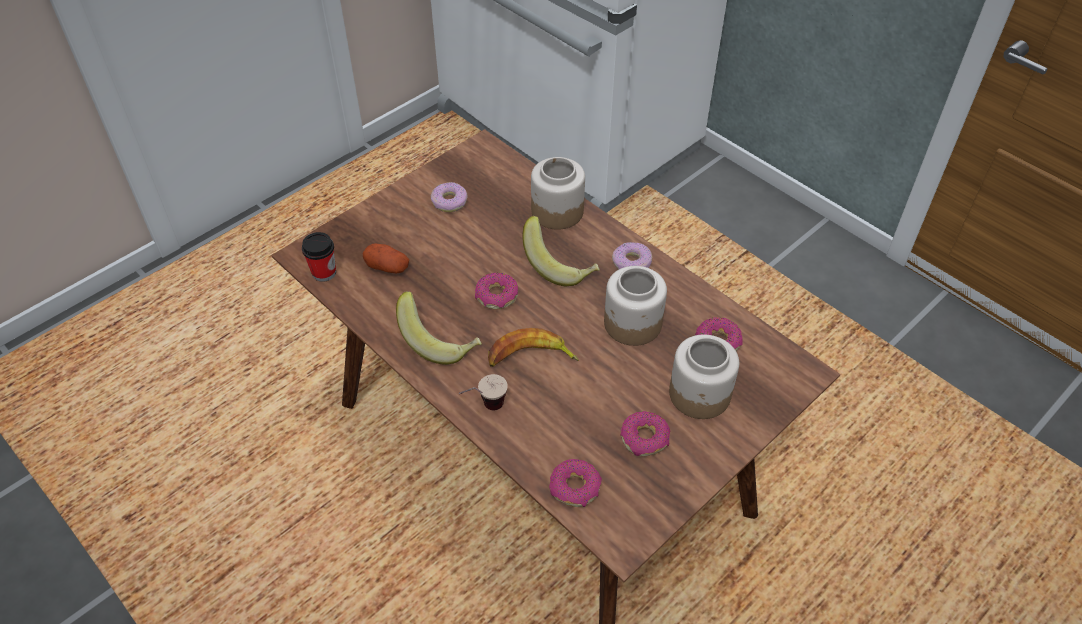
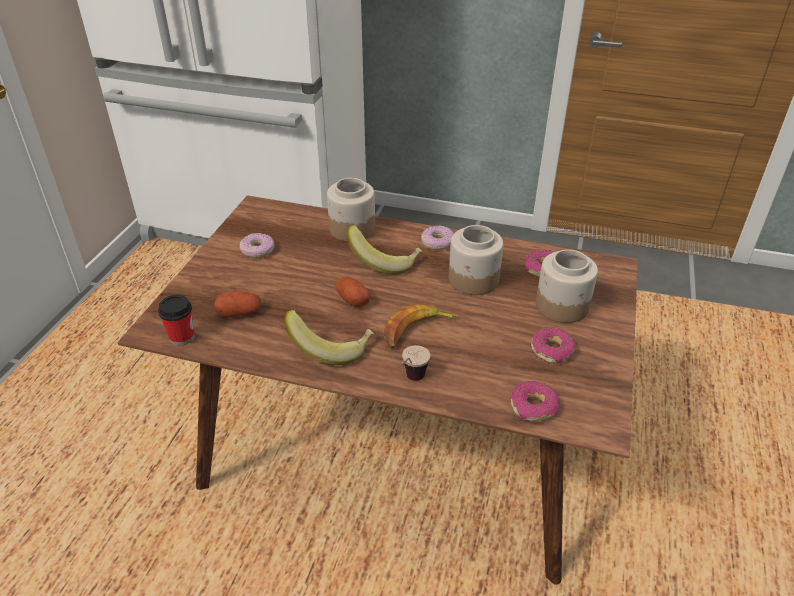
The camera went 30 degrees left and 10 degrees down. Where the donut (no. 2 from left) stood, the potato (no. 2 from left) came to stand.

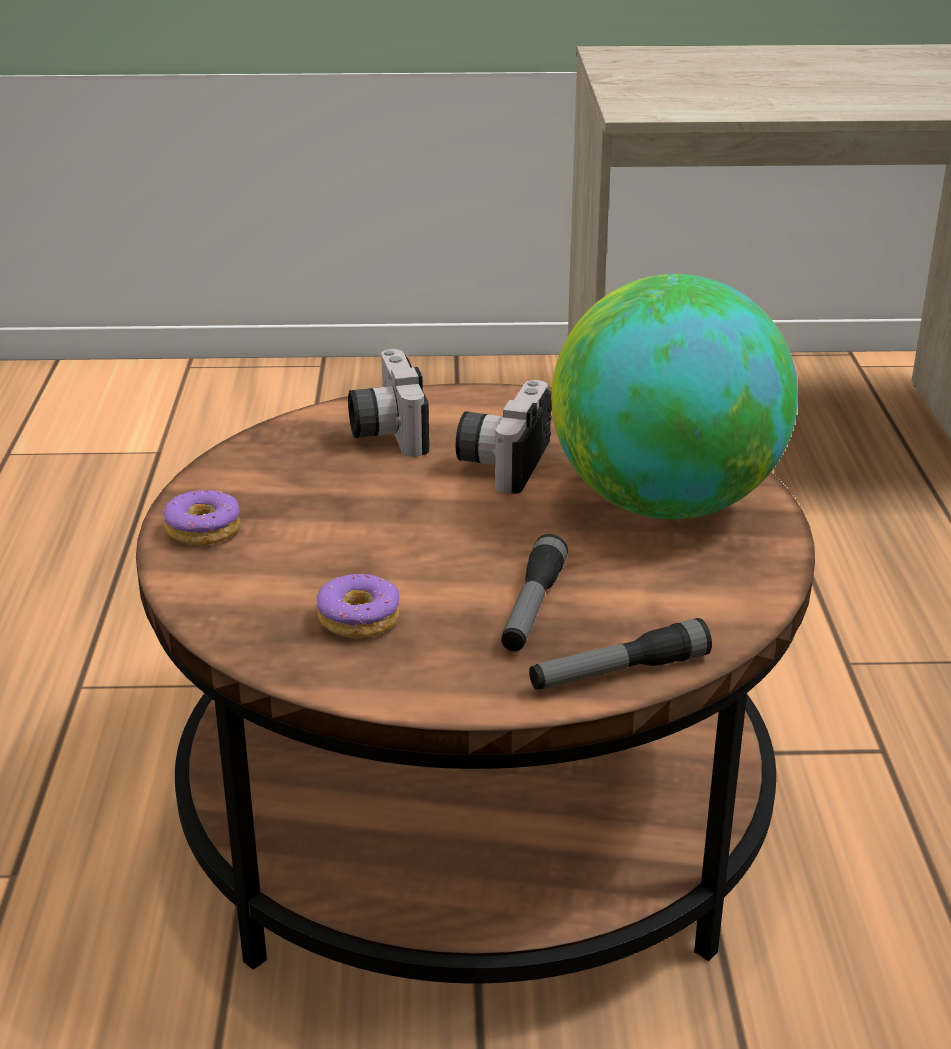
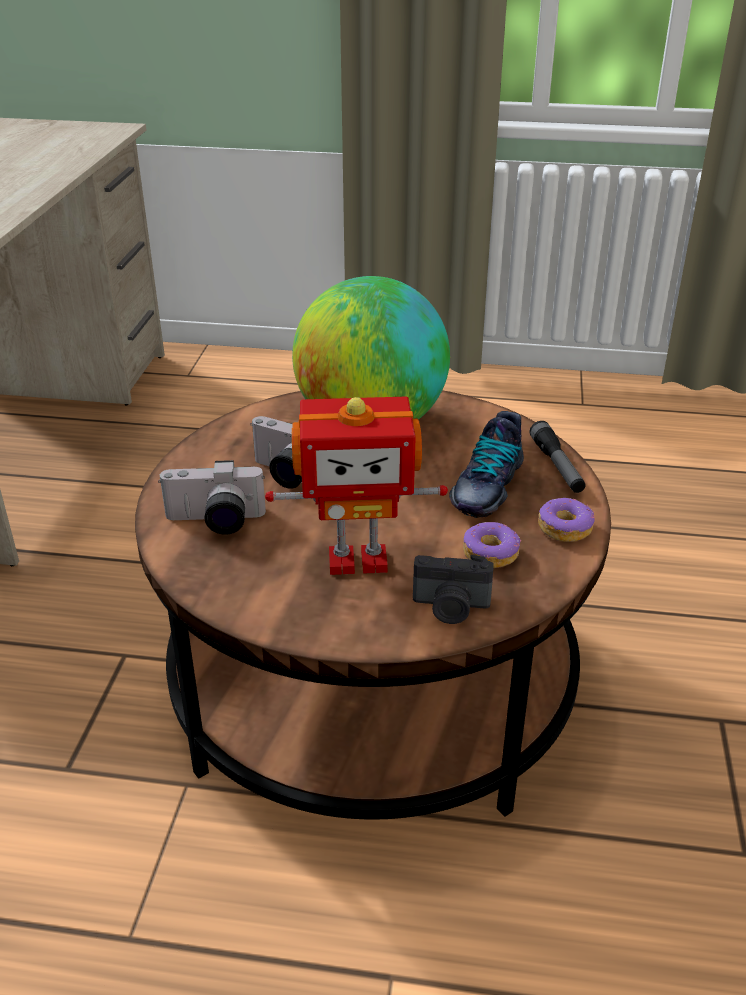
The camera went 80 degrees left and 5 degrees up. The second view gained the toy robot. The second view gained the photo camera (no. 3 from left). Where the flashlight (no. 1 from left) stood, the shoe came to stand. The donut (no. 1 from left in the first image) ended up elsewhere.

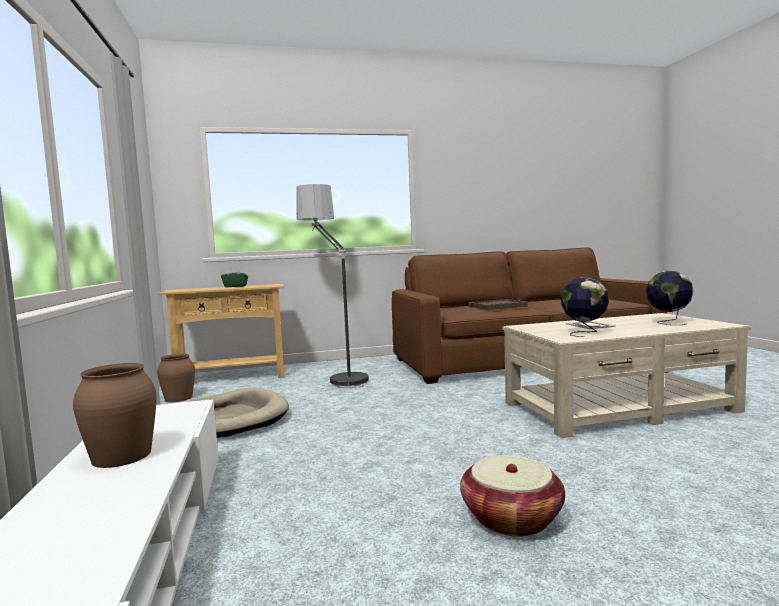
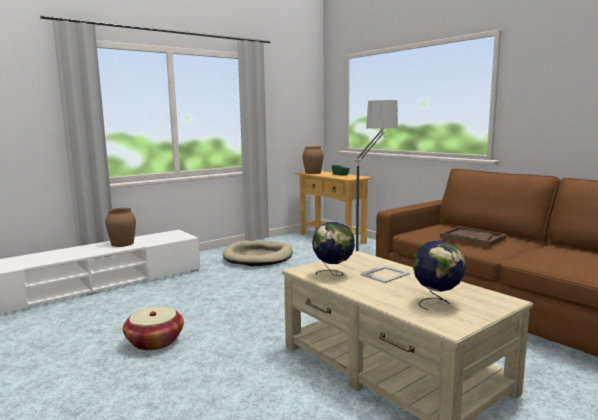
The camera went 65 degrees right and 5 degrees up. The brown vase (no. 2 from left) ended up elsewhere.

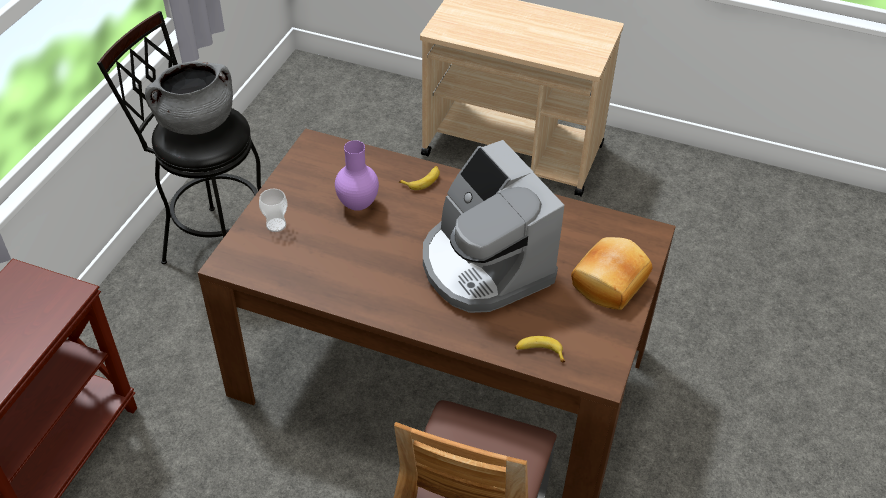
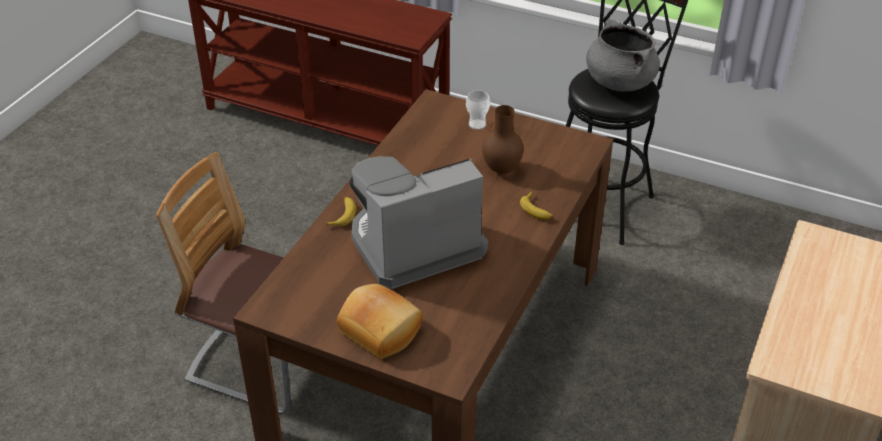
The camera went 95 degrees right and 5 degrees down. The banana (no. 2 from left in the first image) ended up elsewhere. What was the purple vase turned into the brown vase.

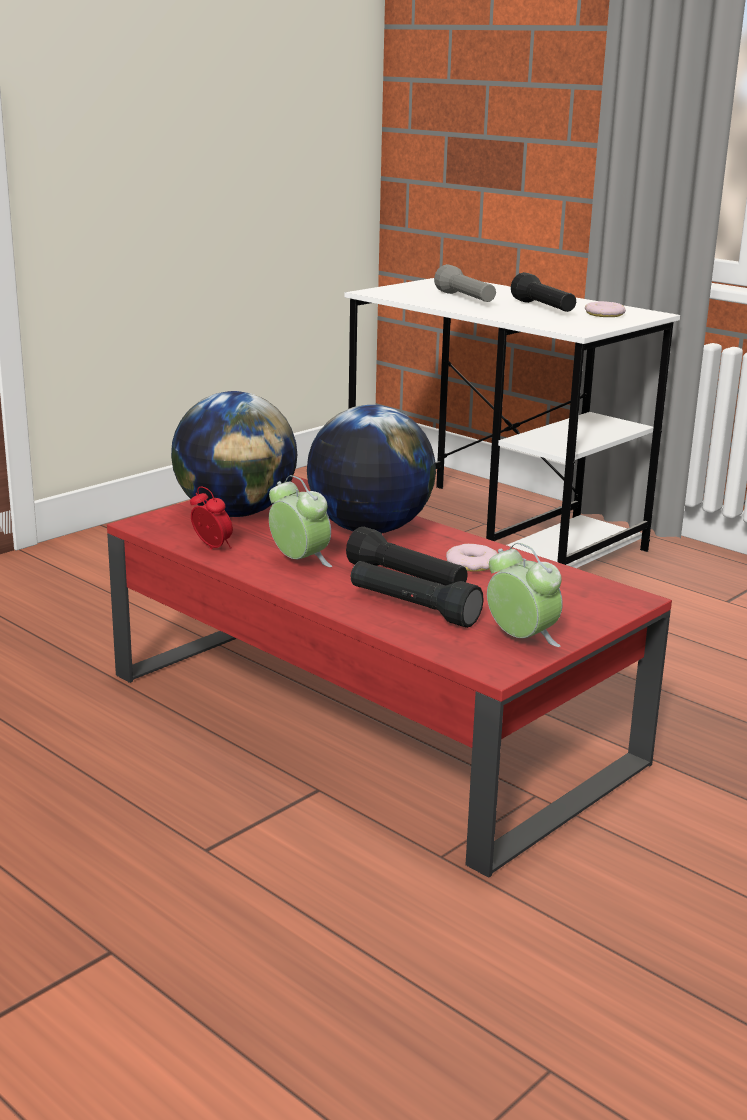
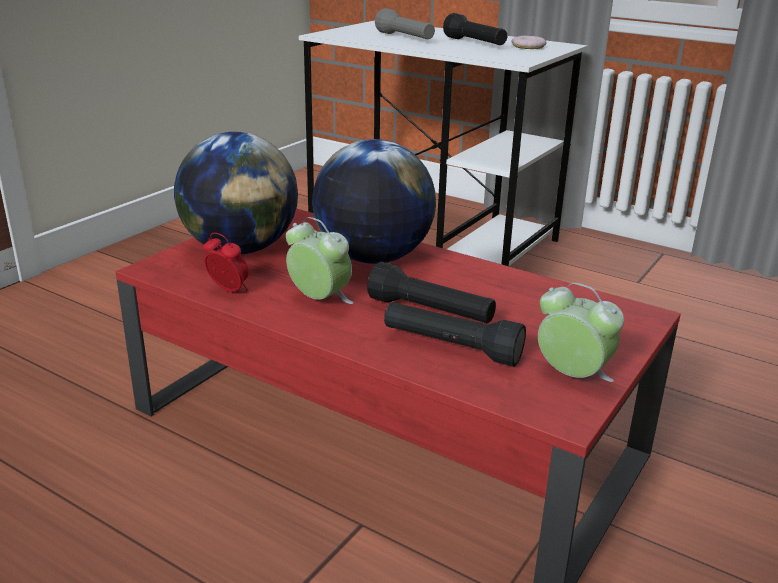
The camera went 10 degrees left and 5 degrees up. The second view lost the donut (no. 1 from left).

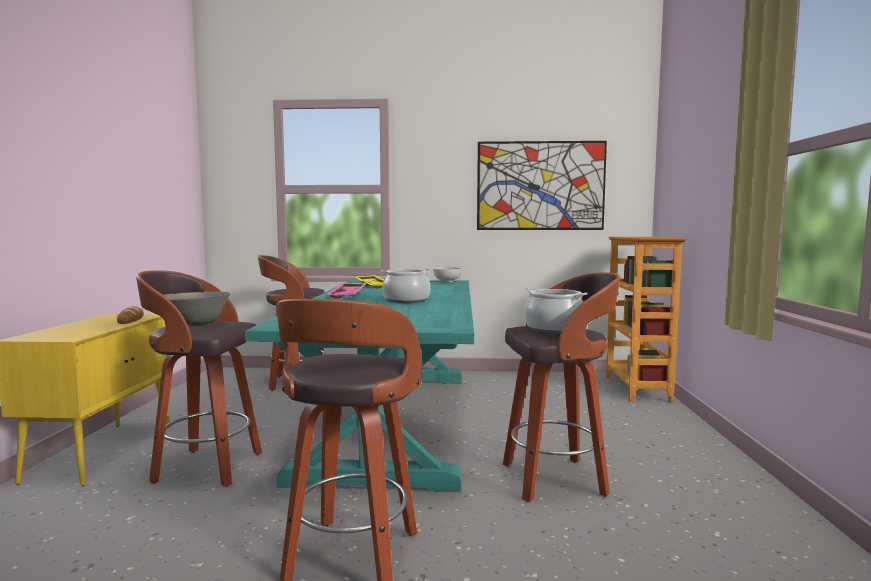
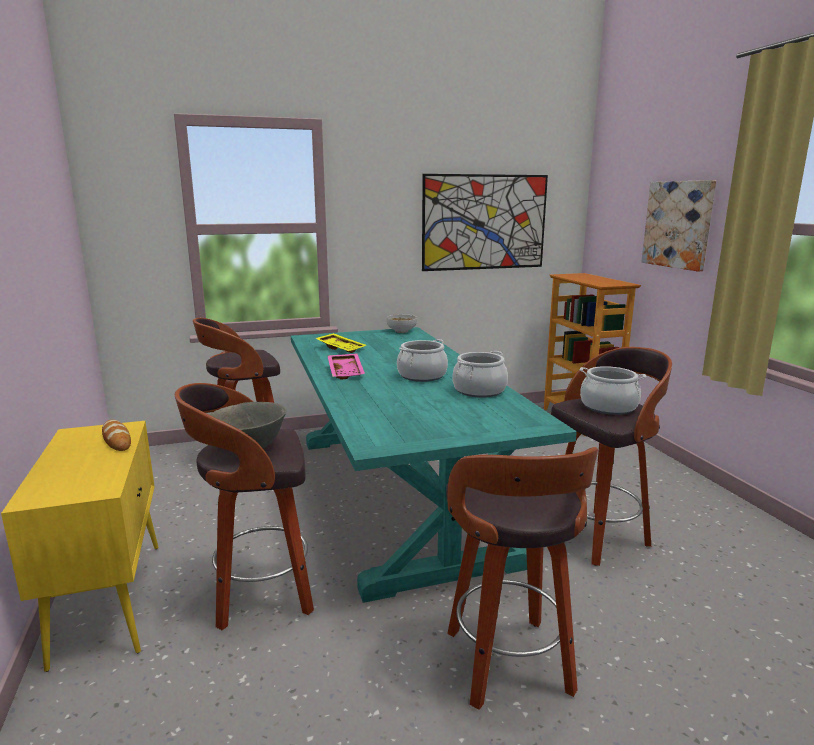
The camera went 20 degrees left and 10 degrees up. The second view gained the cooking pot (no. 2 from left). The second view gained the picture (no. 2 from left).

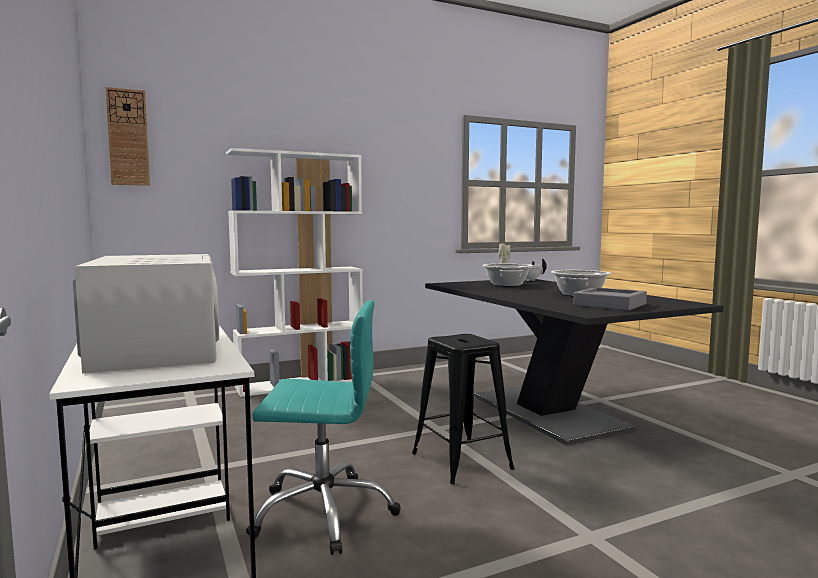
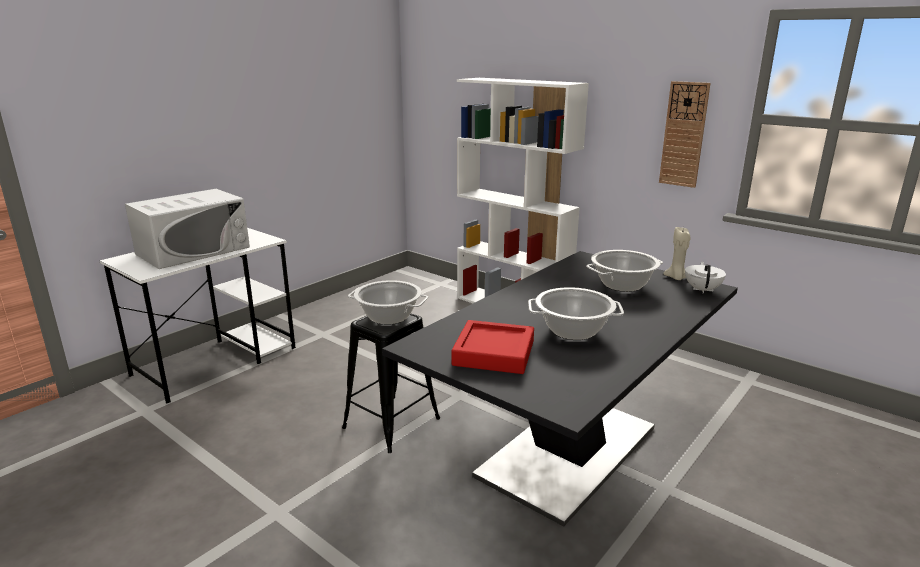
The camera went 65 degrees right and 15 degrees up. The second view gained the cooking pot (no. 1 from left). What was the grey tray turned into the red tray. The wall clock ended up elsewhere. The second view lost the turquoise office chair.

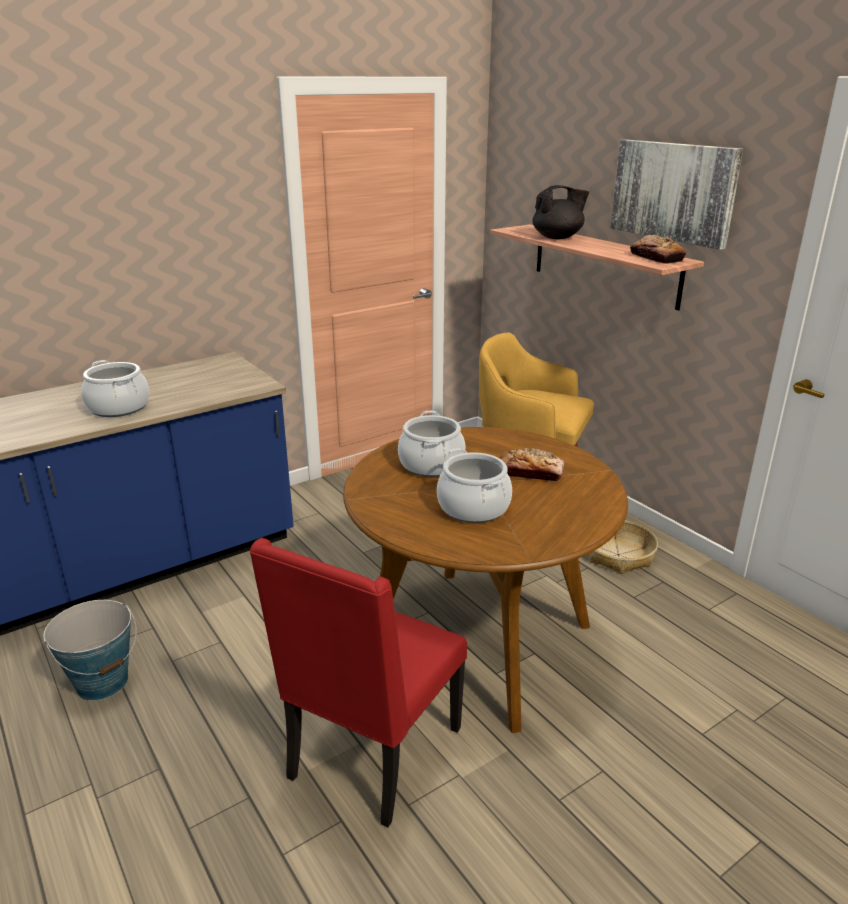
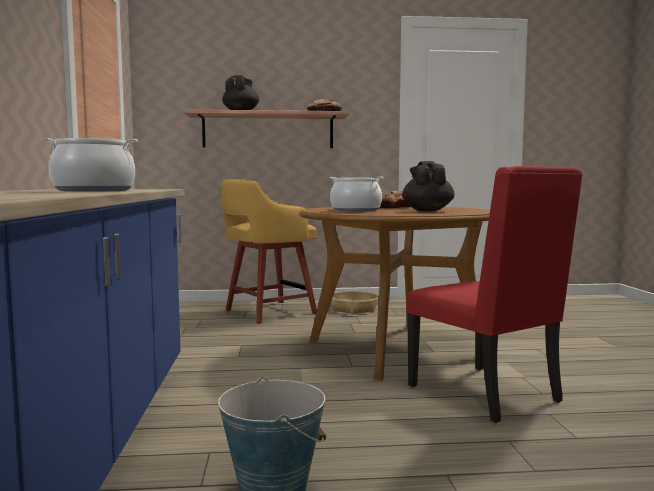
The camera went 60 degrees left and 20 degrees down. Where the cooking pot (no. 3 from left) stood, the black teapot (no. 2 from left) came to stand. The second view lost the picture.

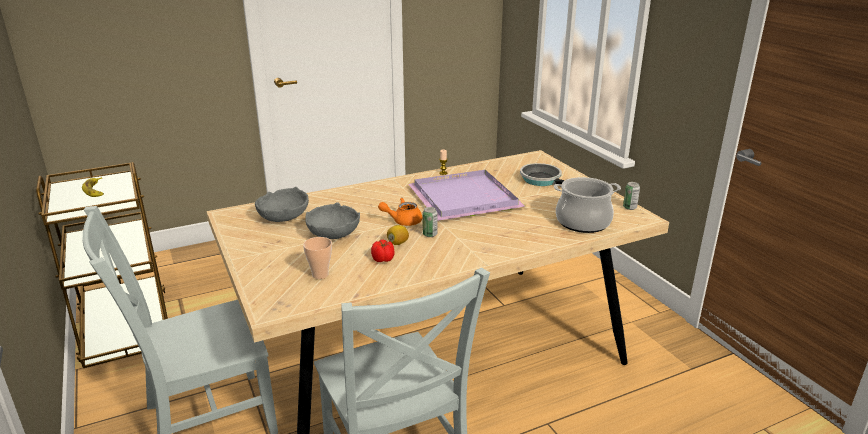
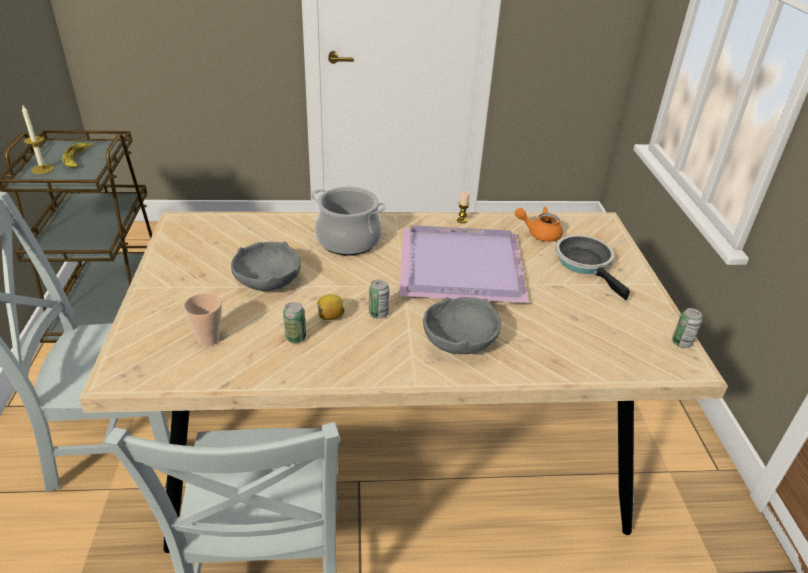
The camera went 20 degrees right and 10 degrees up. The second view gained the candle (no. 1 from left). Where the tomato stood, the can (no. 1 from left) came to stand. The cooking pot ended up elsewhere. The grey bowl (no. 1 from left in the first image) ended up elsewhere. The orange teapot ended up elsewhere.

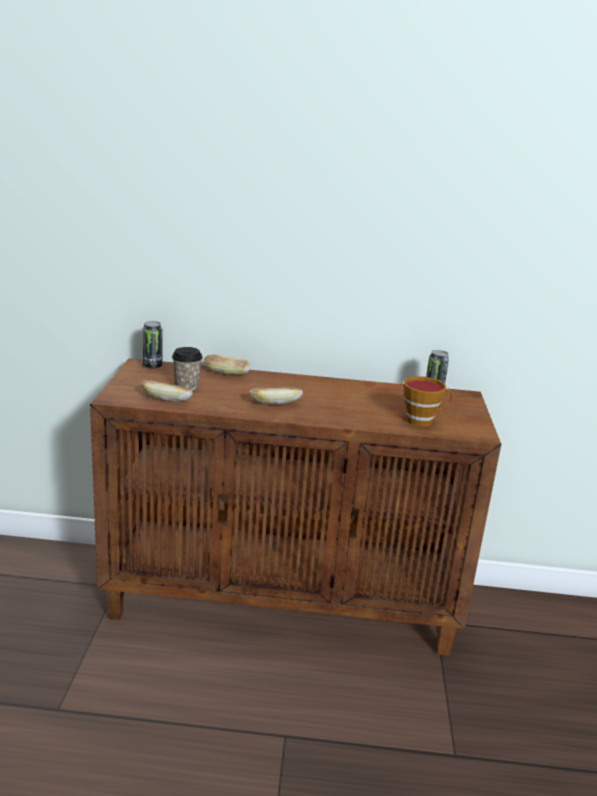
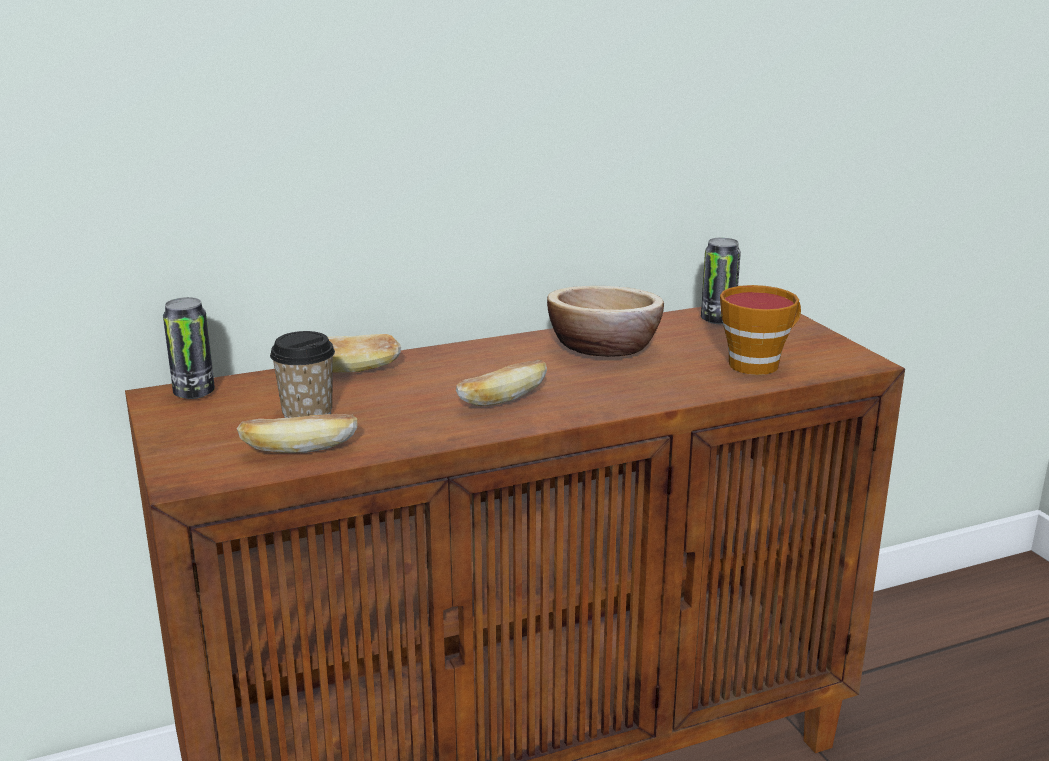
The camera went 25 degrees left and 0 degrees up. The second view gained the bowl.

